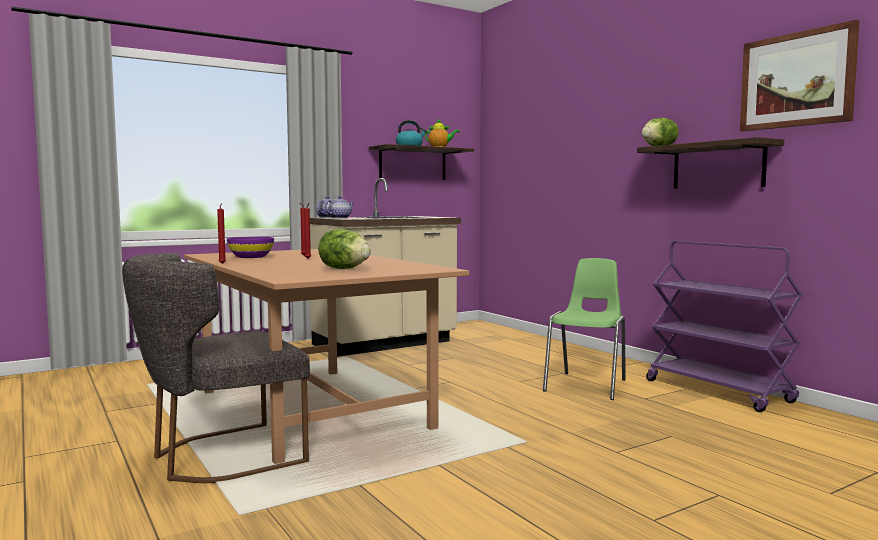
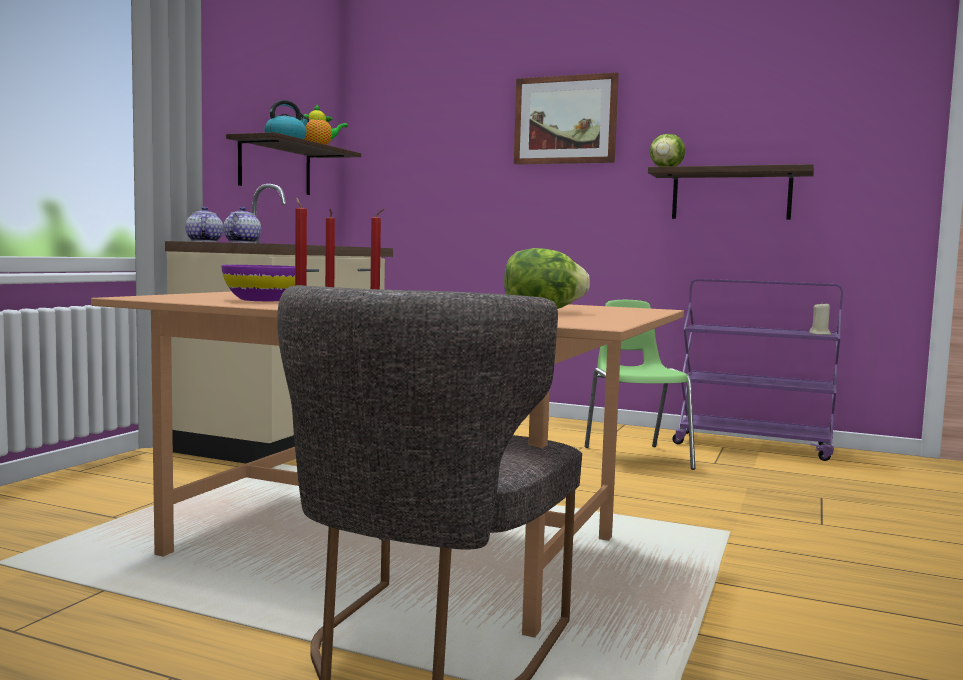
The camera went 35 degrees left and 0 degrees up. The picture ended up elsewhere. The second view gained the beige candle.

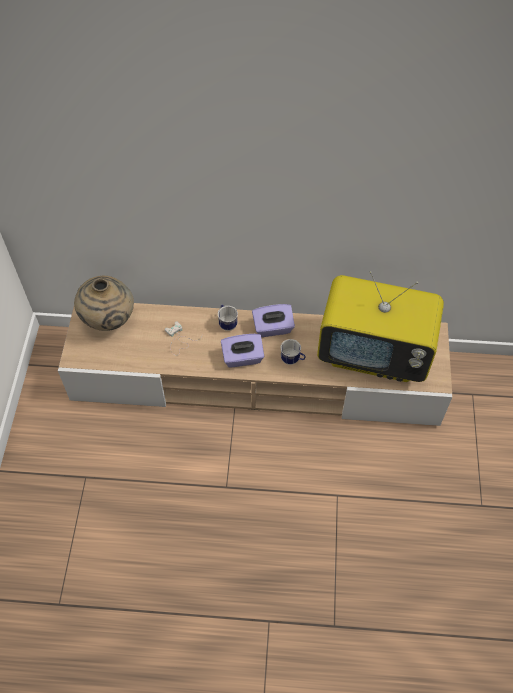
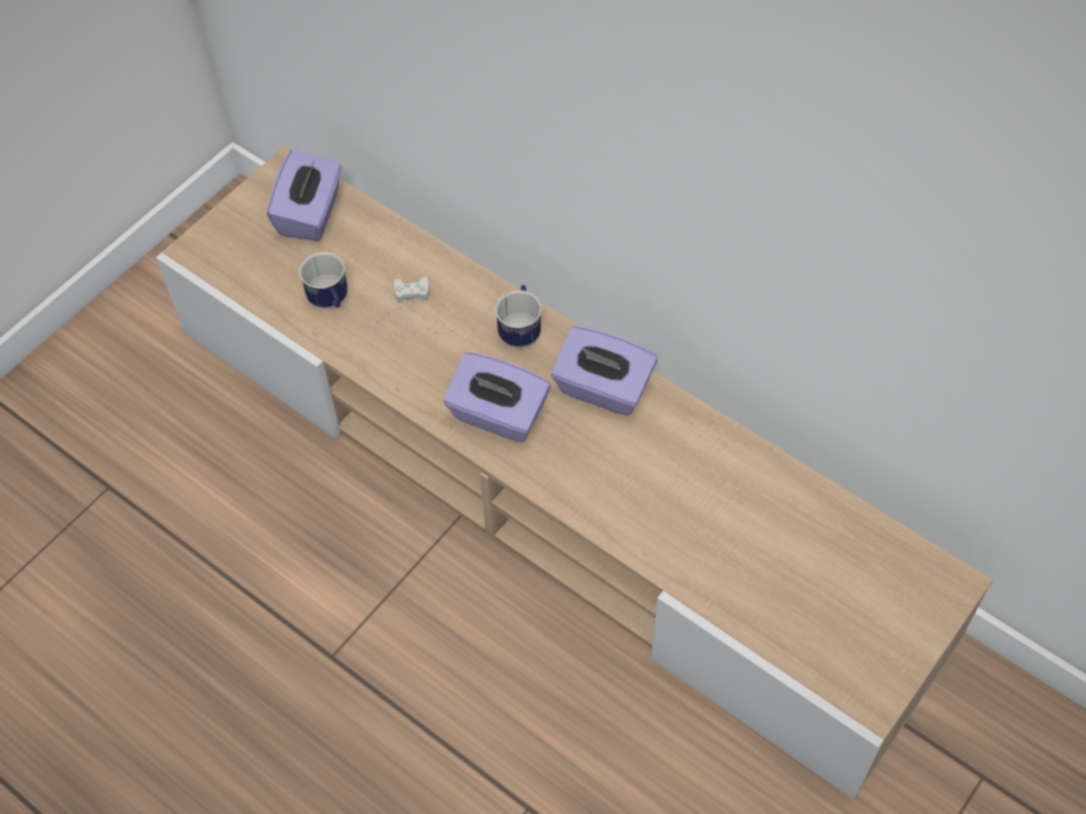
The camera went 35 degrees right and 0 degrees up. Where the beige vase stood, the purple tissue box (no. 1 from left) came to stand. The mug (no. 2 from left in the first image) ended up elsewhere. The second view lost the television.

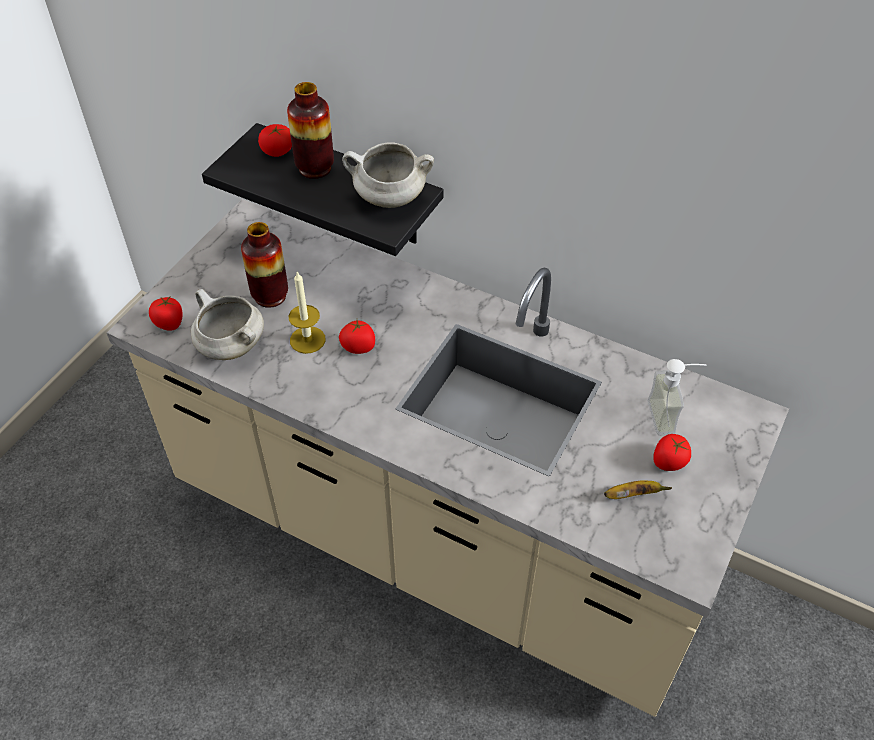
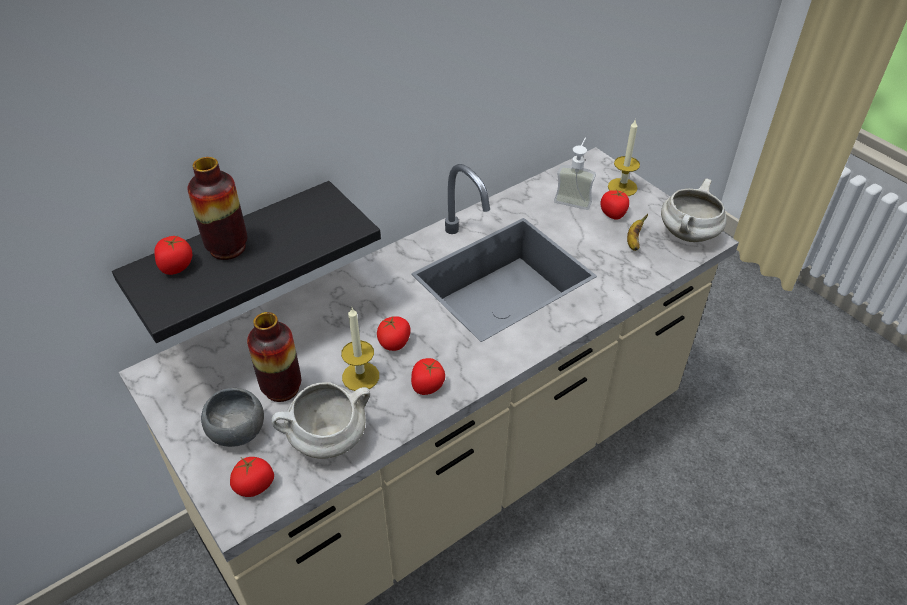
The camera went 65 degrees left and 5 degrees down. The second view gained the grey bowl. The second view gained the tomato (no. 4 from left). The second view gained the candle (no. 2 from left). The white cooking pot (no. 2 from left) ended up elsewhere.

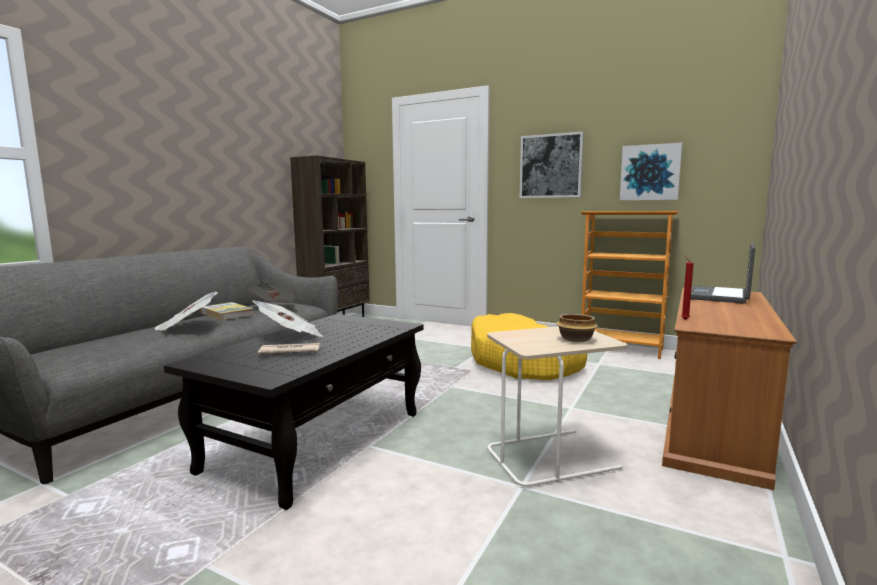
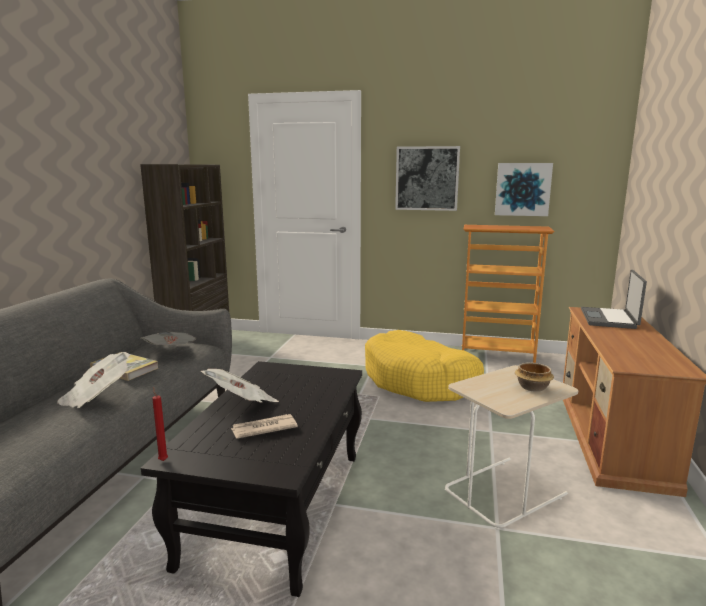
The camera went 15 degrees left and 5 degrees up. The red candle ended up elsewhere.

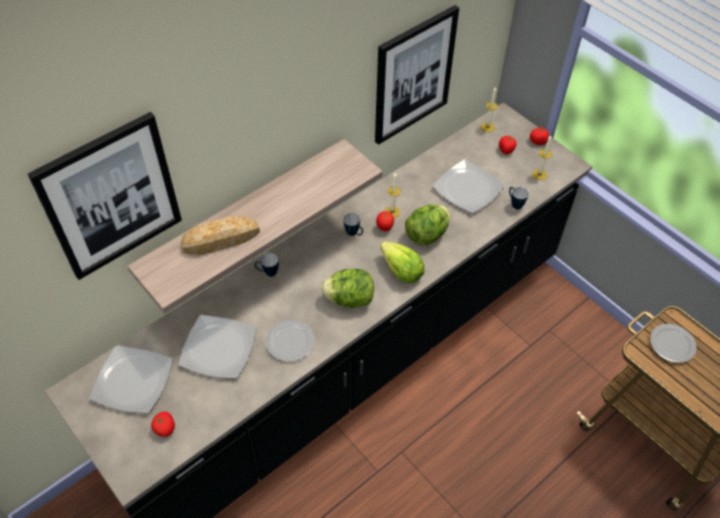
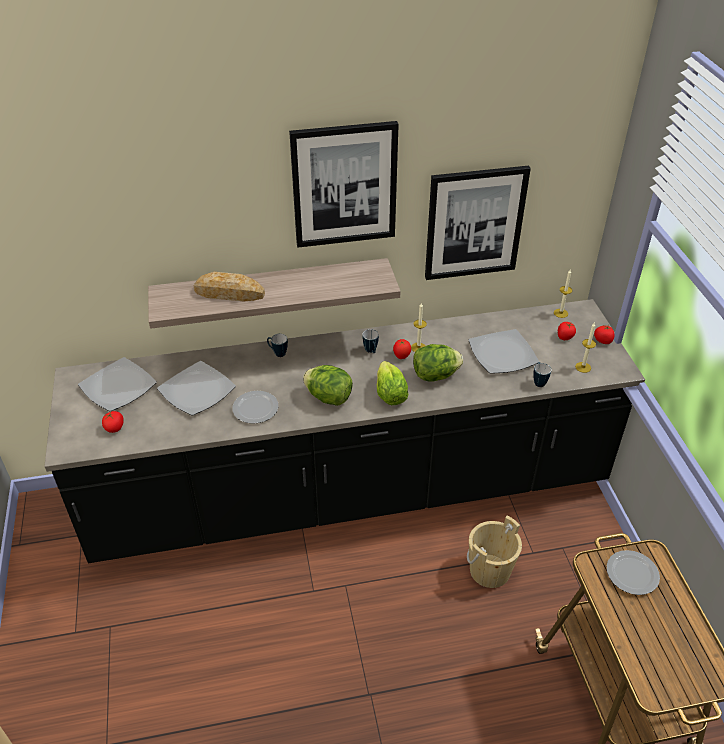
The camera went 30 degrees right and 10 degrees down. The picture (no. 1 from left) ended up elsewhere. The second view gained the beige bucket.

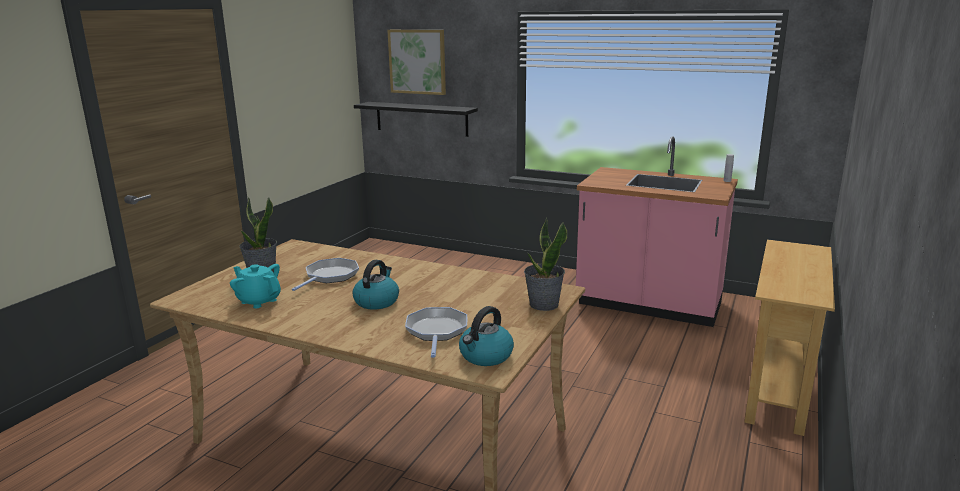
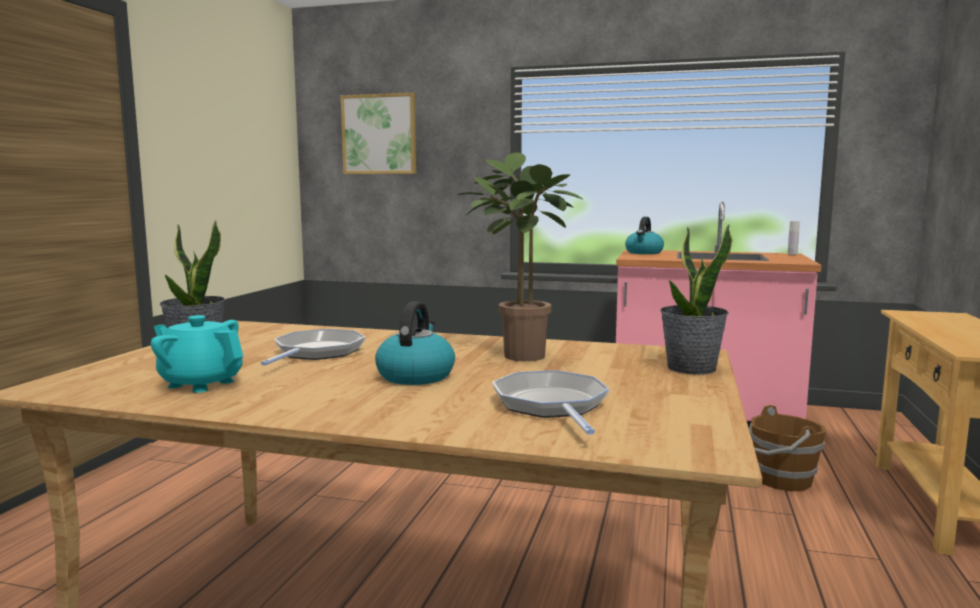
The camera went 10 degrees left and 10 degrees down. The second view gained the potted plant (no. 2 from left). The kettle (no. 2 from left) ended up elsewhere. The second view gained the brown bucket. The second view lost the black shelf.

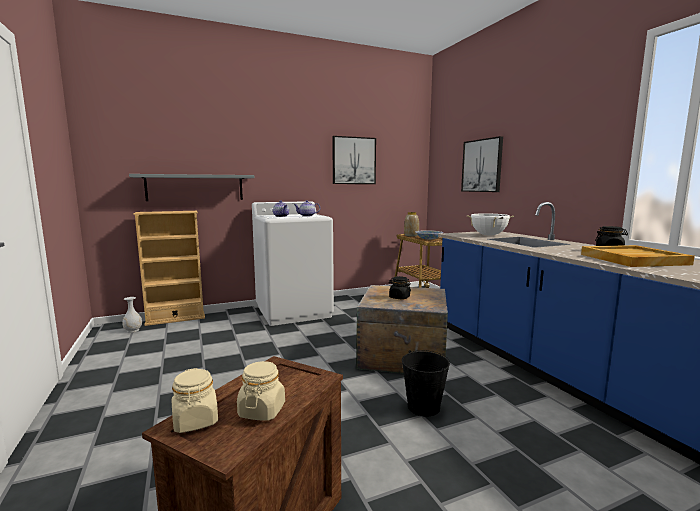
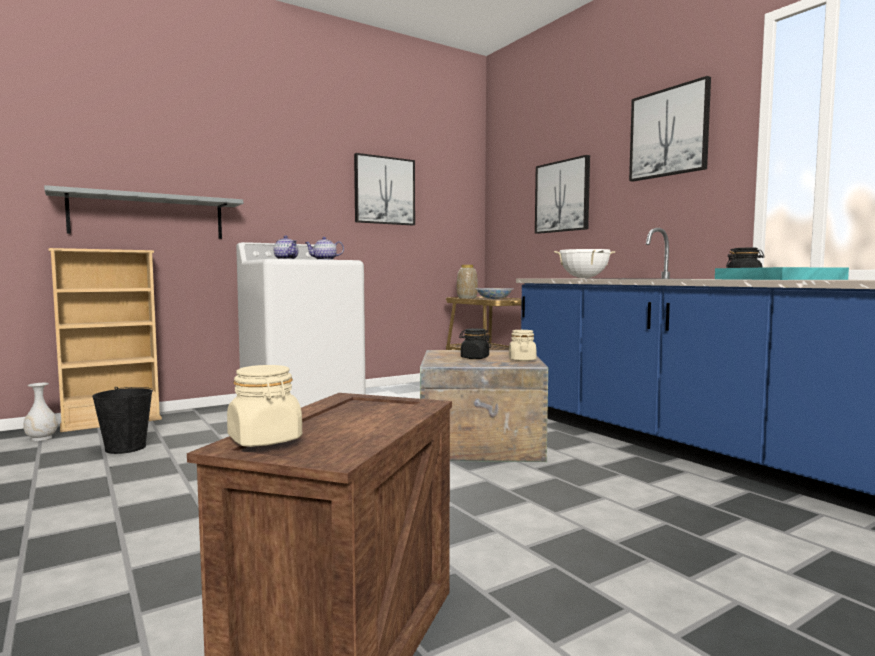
The camera went 10 degrees left and 5 degrees down. The black bucket ended up elsewhere. The beige jar (no. 2 from left) ended up elsewhere. The second view gained the picture (no. 3 from left). What was the beige tray turned into the turquoise tray.

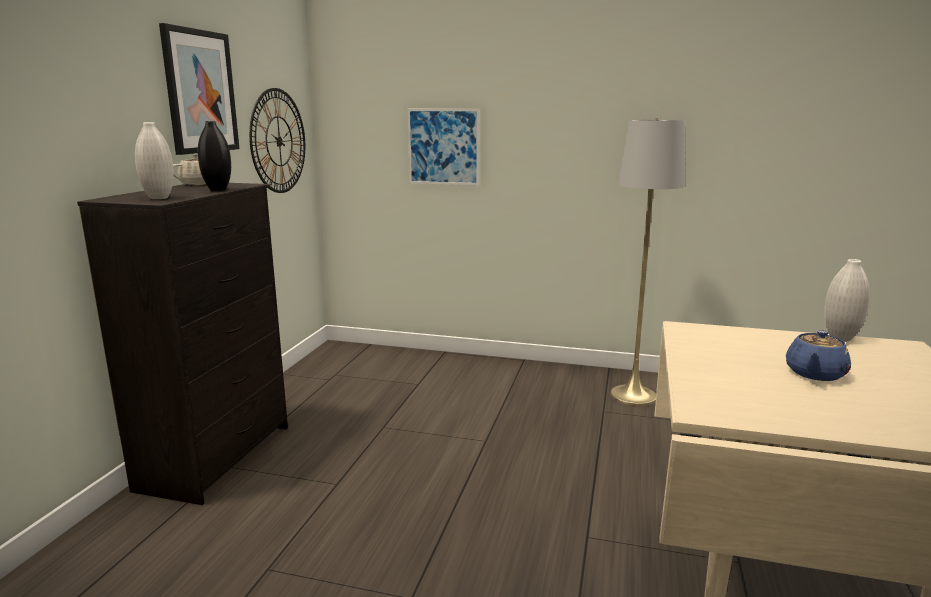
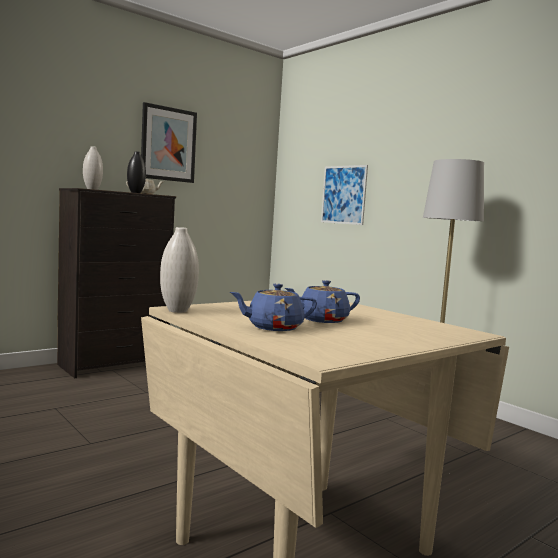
The camera went 35 degrees right and 10 degrees down. The white vase (no. 2 from left) ended up elsewhere. The second view gained the blue teapot (no. 1 from left). The second view lost the wall clock.

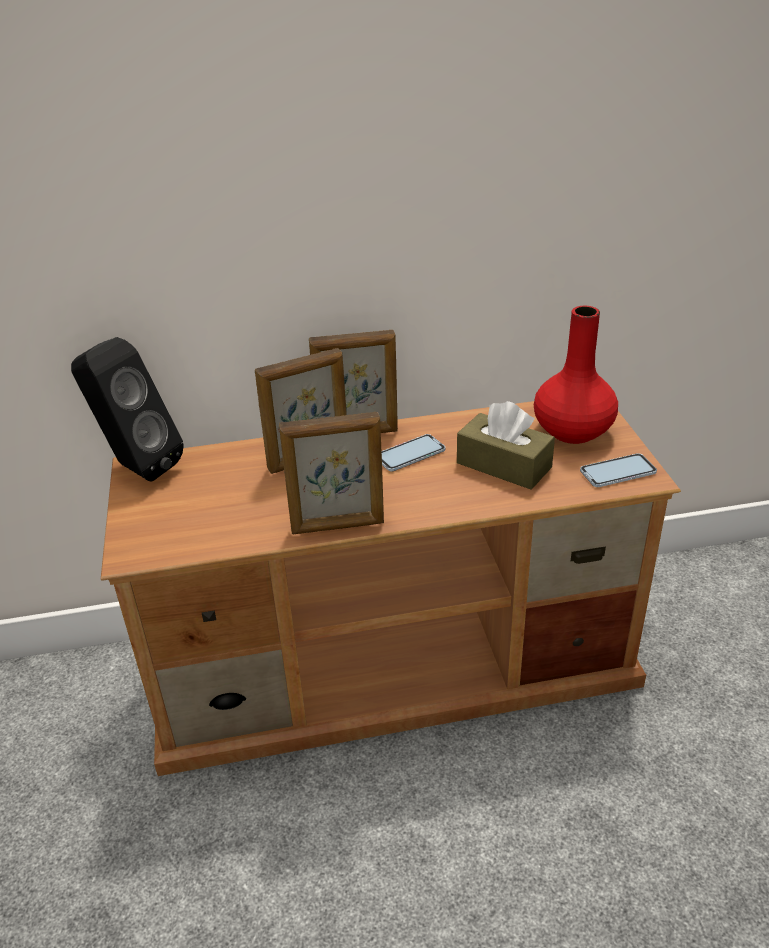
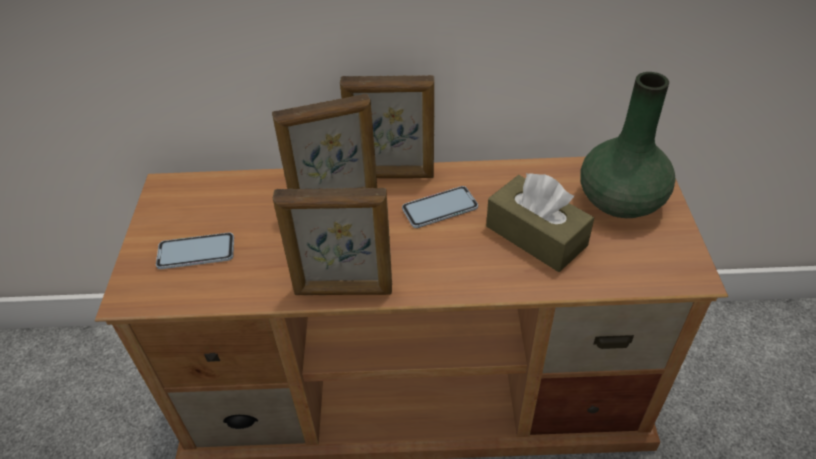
The camera went 10 degrees right and 10 degrees up. The phone (no. 2 from left in the first image) ended up elsewhere. What was the red vase turned into the green vase. The second view lost the black speaker.

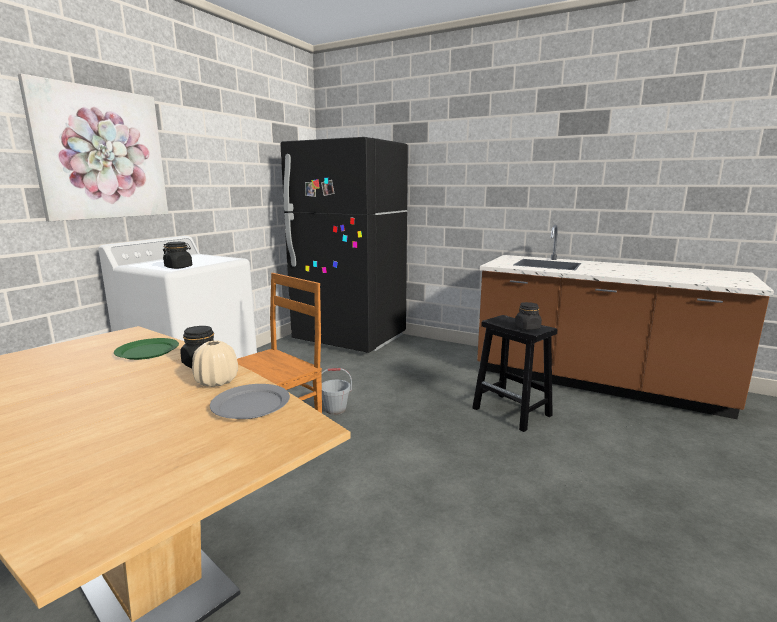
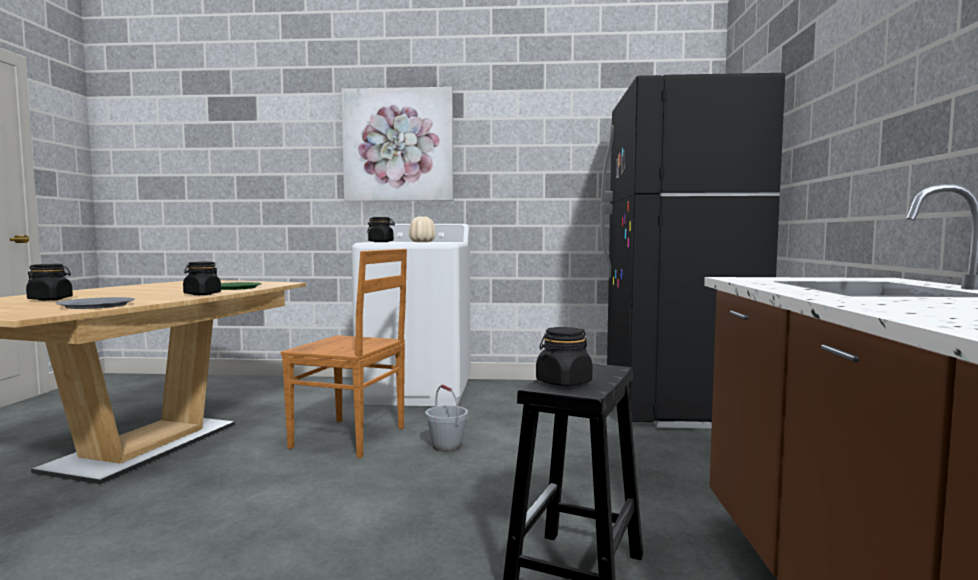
The camera went 65 degrees right and 10 degrees down. The second view gained the black jar (no. 1 from left). The beige vase ended up elsewhere.

